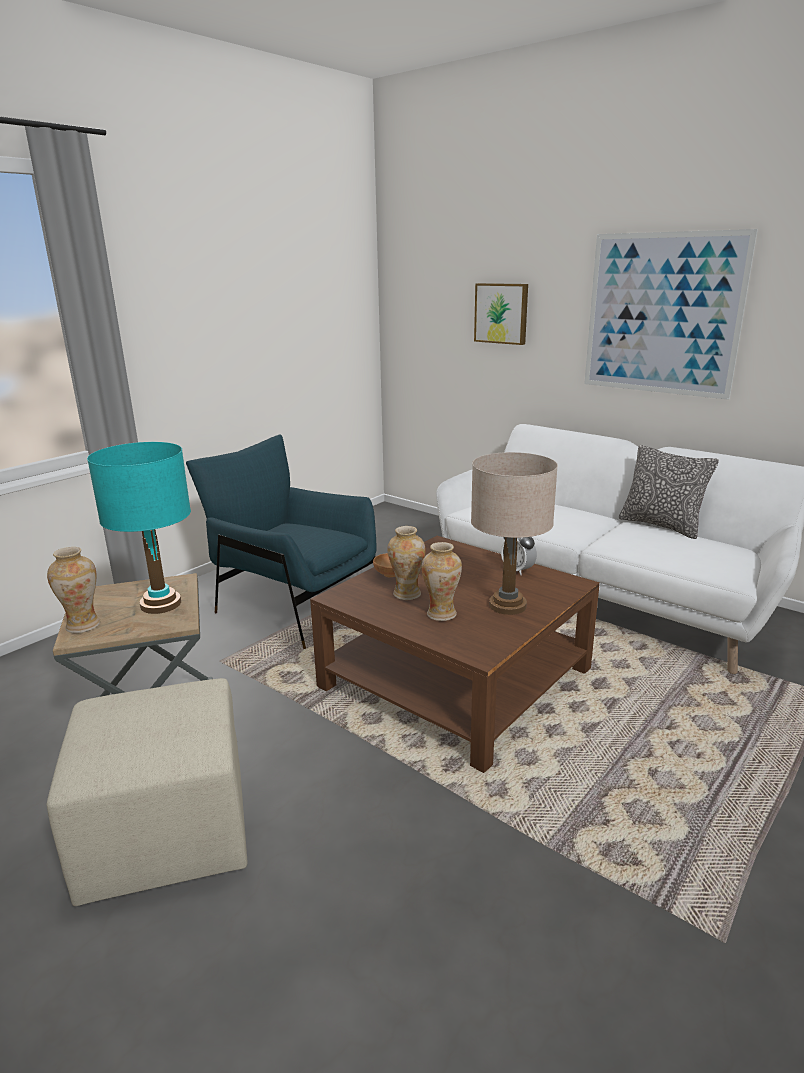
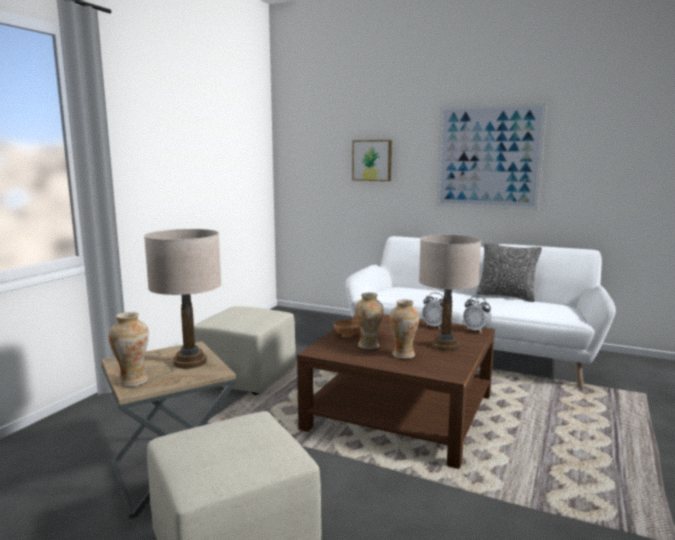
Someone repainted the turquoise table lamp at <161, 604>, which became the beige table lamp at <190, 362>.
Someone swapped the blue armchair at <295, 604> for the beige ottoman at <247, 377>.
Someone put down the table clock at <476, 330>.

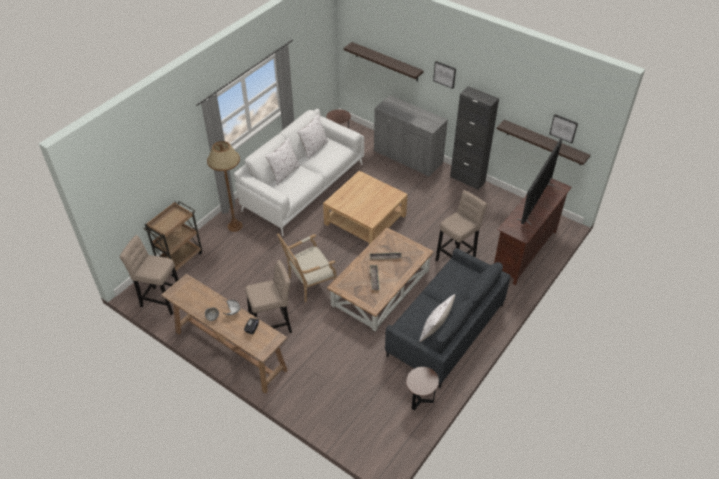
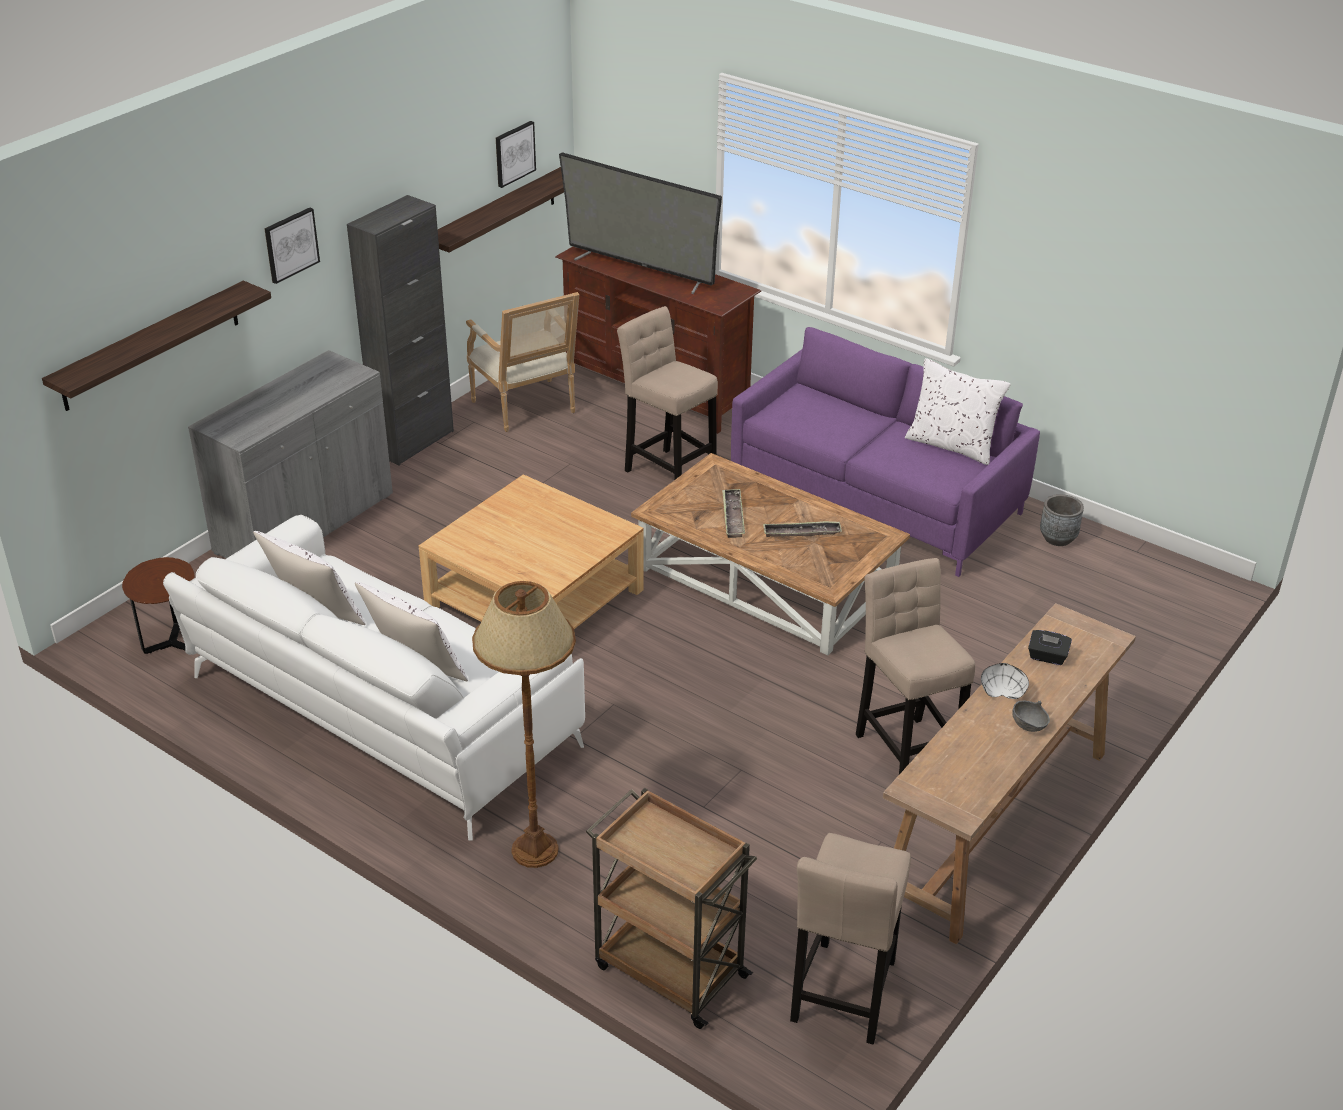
Someone carried the armchair from <309, 284> to <528, 409>.
Someone repainted the grey couch at <446, 330>, which became the purple-coloured couch at <876, 498>.
Someone swapped the brownish end table at <420, 400> for the grey flower pot at <1058, 538>.

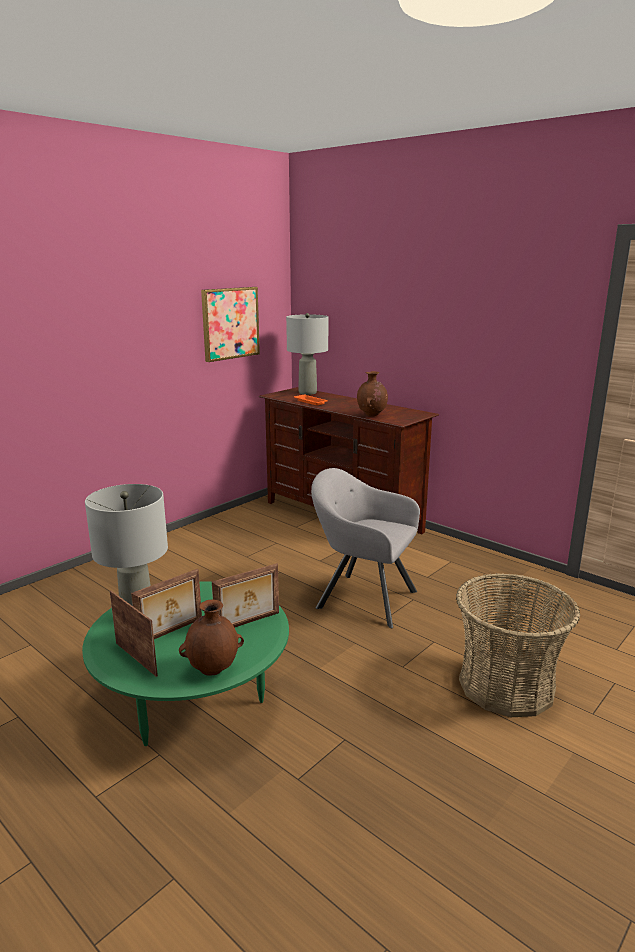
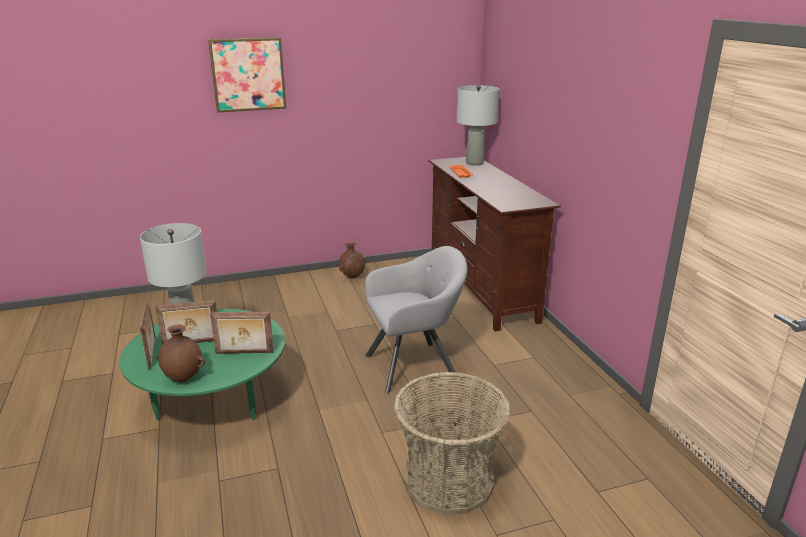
Someone carried the wall picture from <230, 323> to <248, 74>.
Someone carried the brownish decorative vase from <371, 415> to <352, 277>.
Someone rotated the grey armchair at <362, 598> by 105 degrees clockwise.

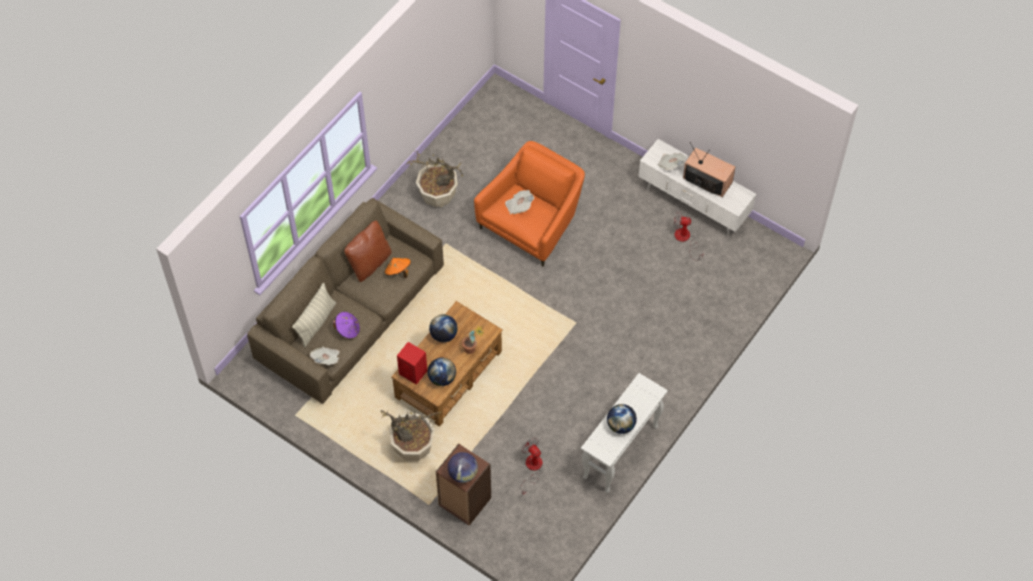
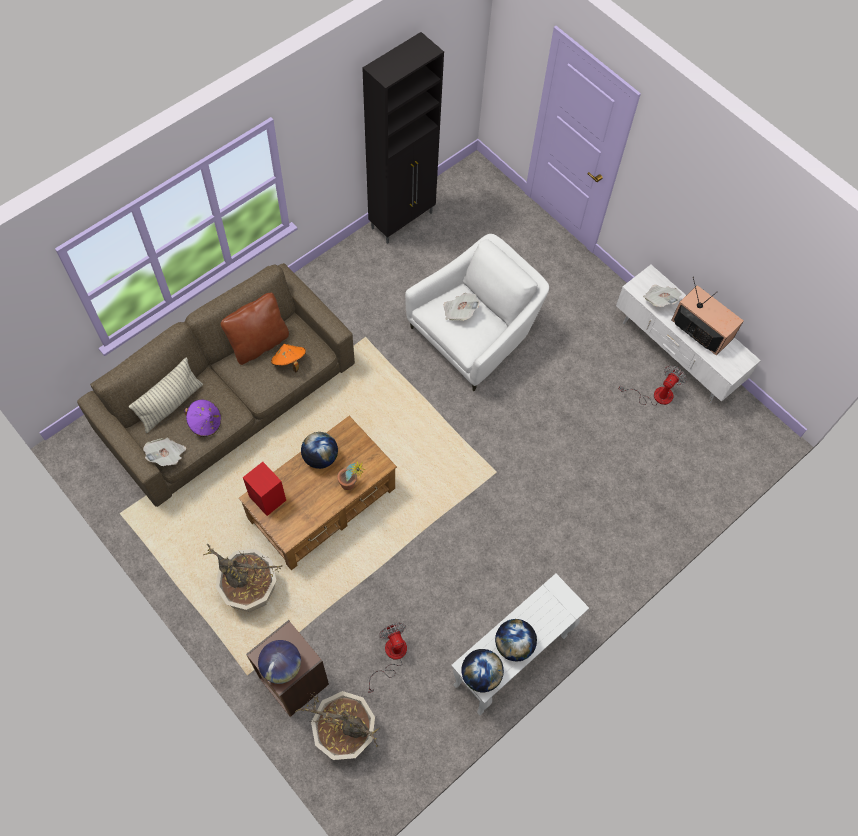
Someone carried the plant in a pot from <437, 196> to <344, 733>.
Someone put down the blackish cabinet at <403, 220>.
Someone repainted the orangey armchair at <532, 223>, which became the whitish armchair at <474, 334>.
Someone carried the globe from <442, 378> to <480, 675>.
Someone rotated the fan at <685, 239> by 105 degrees clockwise.

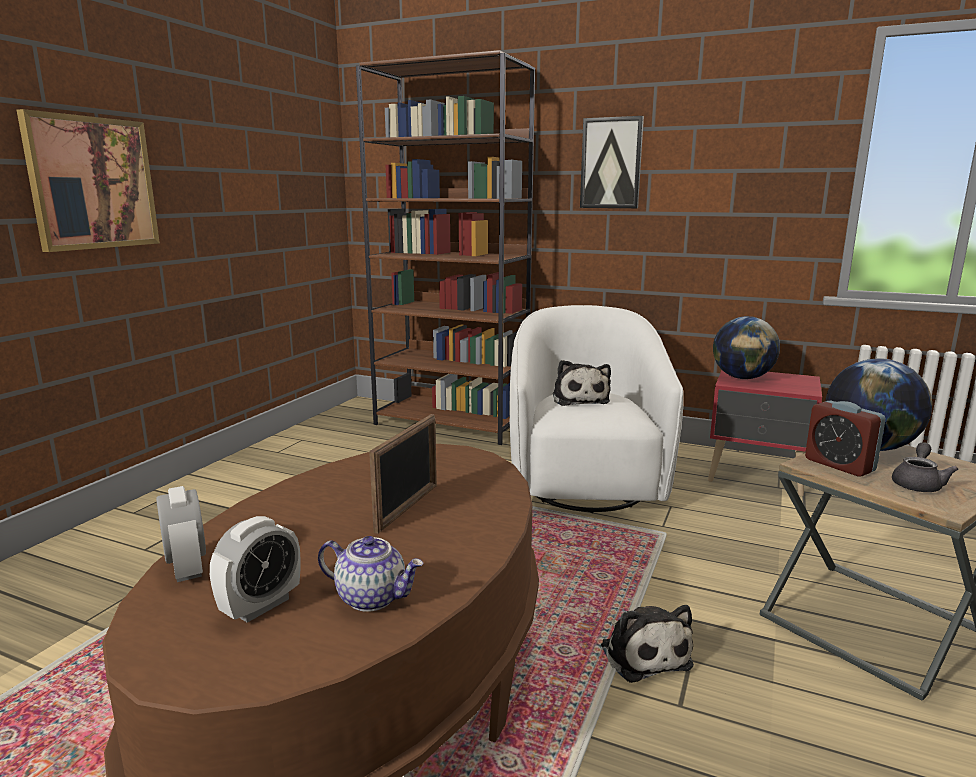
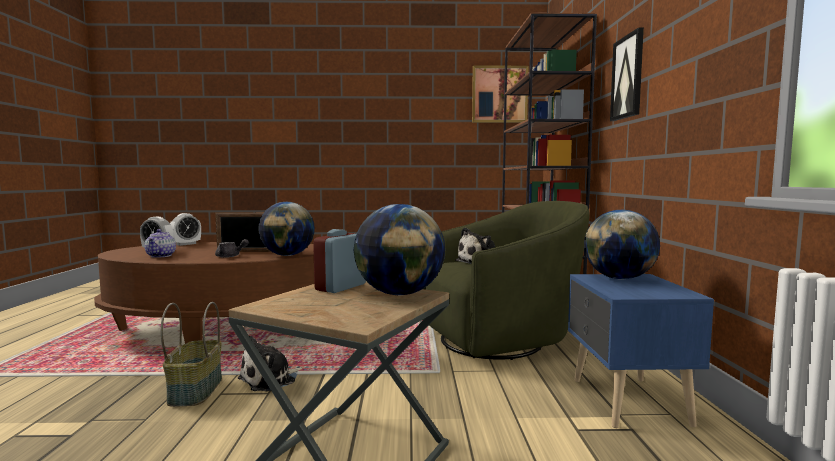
Someone put down the basket at <195, 390>.
Someone carried the grey teapot from <918, 484> to <230, 256>.
Someone put down the globe at <288, 255>.
Someone repainted the whitish armchair at <585, 479>, which became the green-coloured armchair at <501, 340>.
Someone carried the wall picture from <92, 183> to <499, 94>.
Someone repainted the red-coloured bedside table at <757, 478>, which became the blue bedside table at <627, 402>.

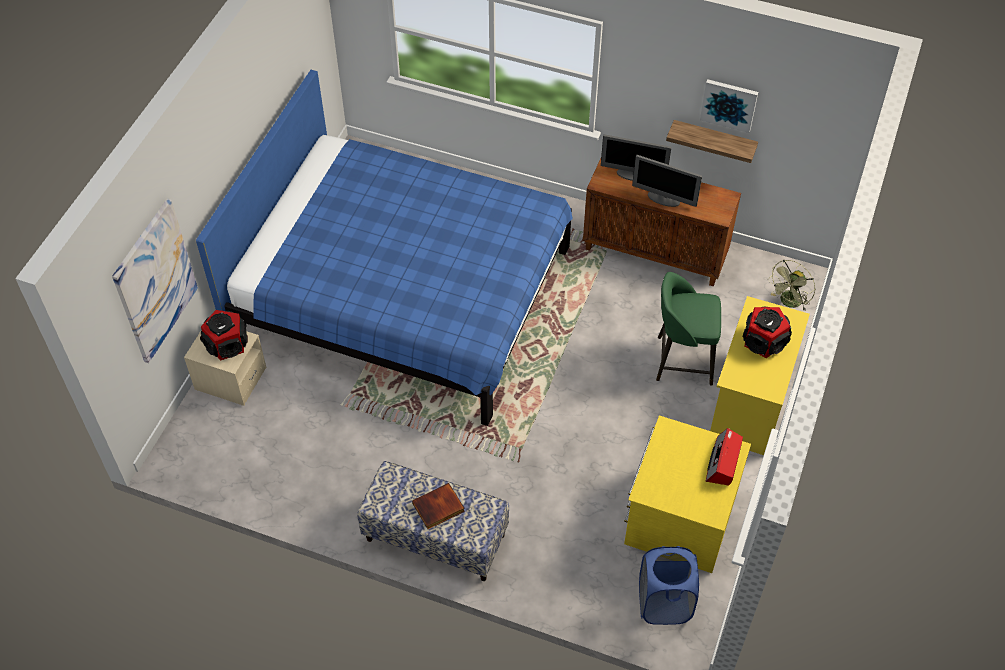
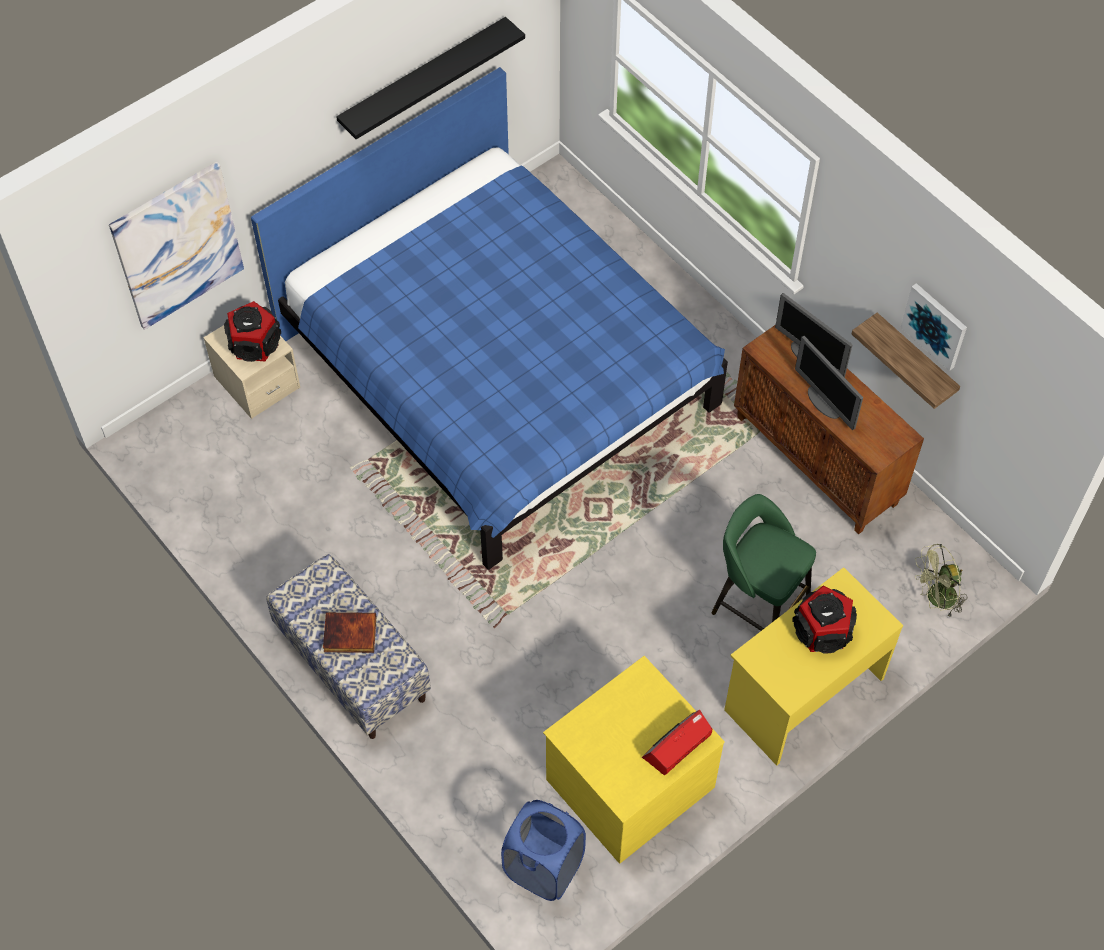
Someone put up the blackish wall shelf at <423, 78>.

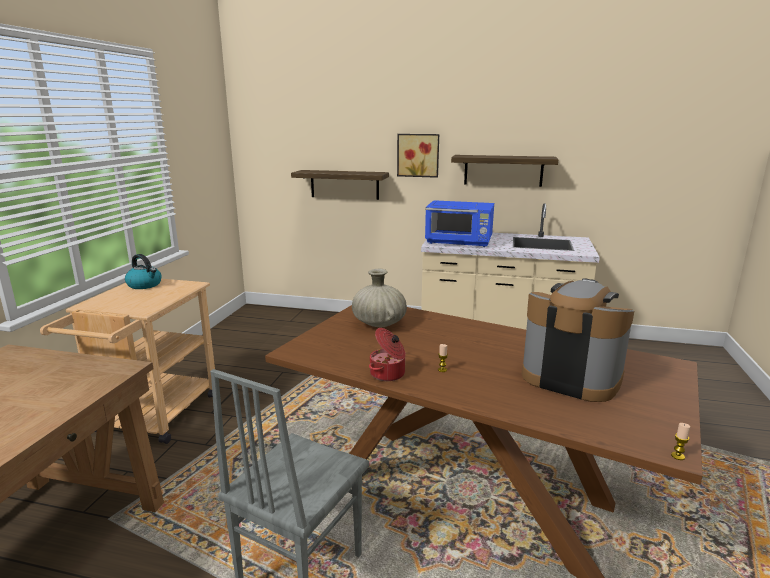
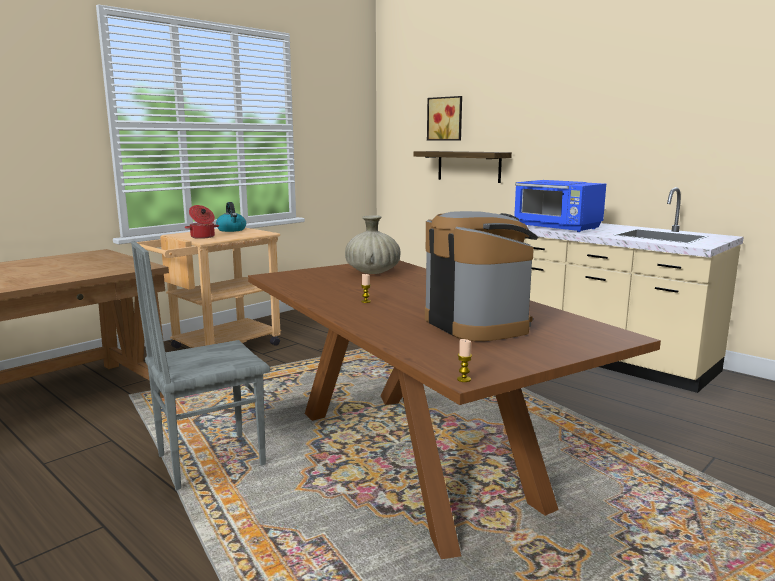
Someone carried the stockpot from <388, 374> to <202, 237>.
Someone carried the wall picture from <418, 155> to <446, 119>.
Someone took away the wall shelf at <503, 170>.

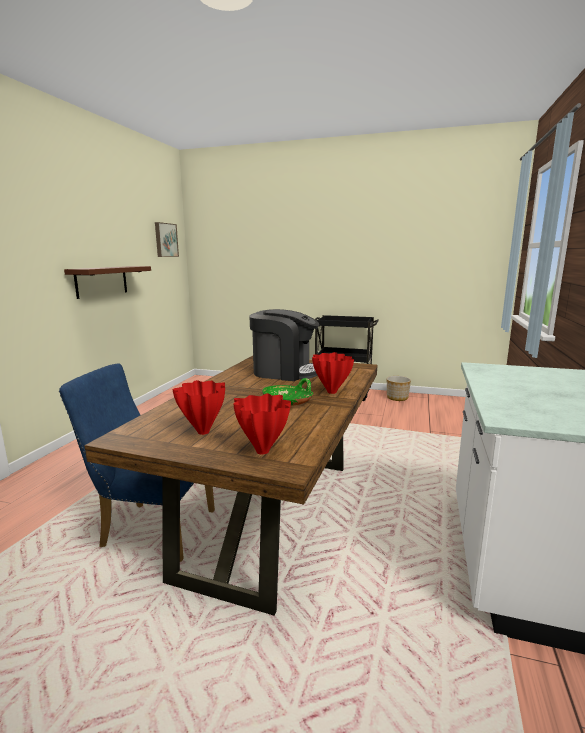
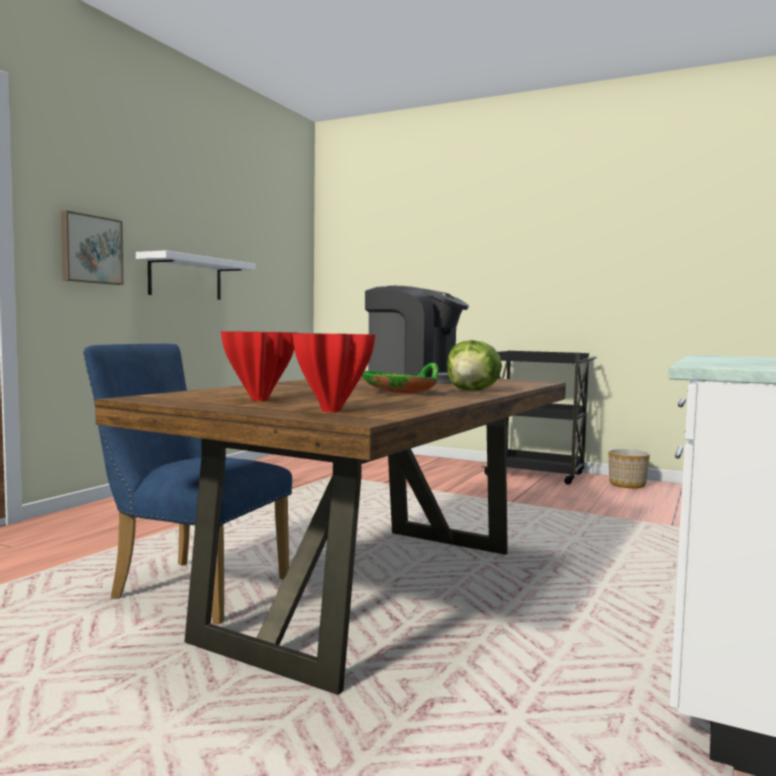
Someone carried the wall picture from <165, 240> to <90, 249>.
Someone repainted the brownish wall shelf at <101, 281>, which became the whitish wall shelf at <186, 278>.
Someone swapped the red-coloured decorative vase at <331, 392> for the lettuce at <472, 390>.

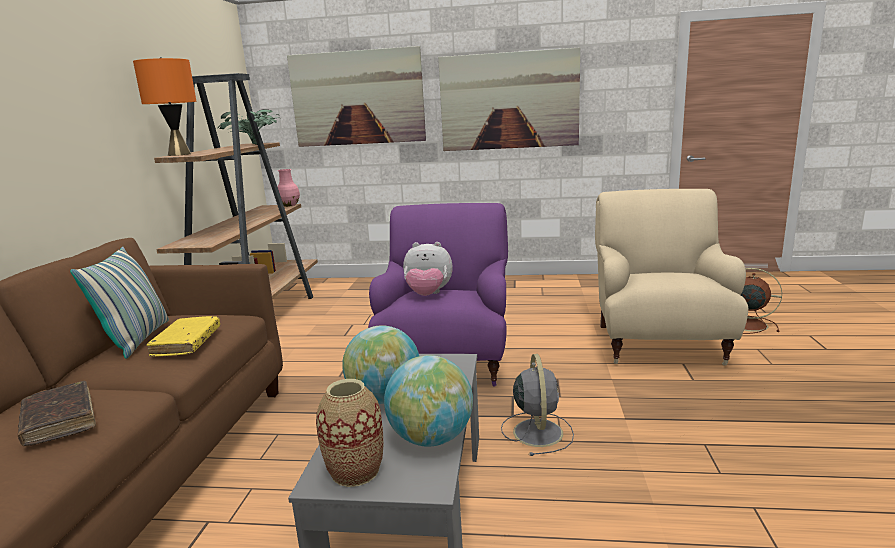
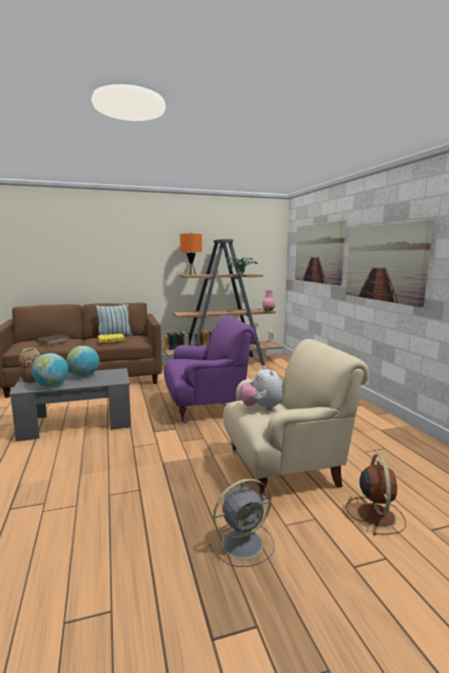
Someone carried the grey fan from <537, 431> to <244, 543>.
Someone carried the soft toy from <428, 295> to <261, 408>.

